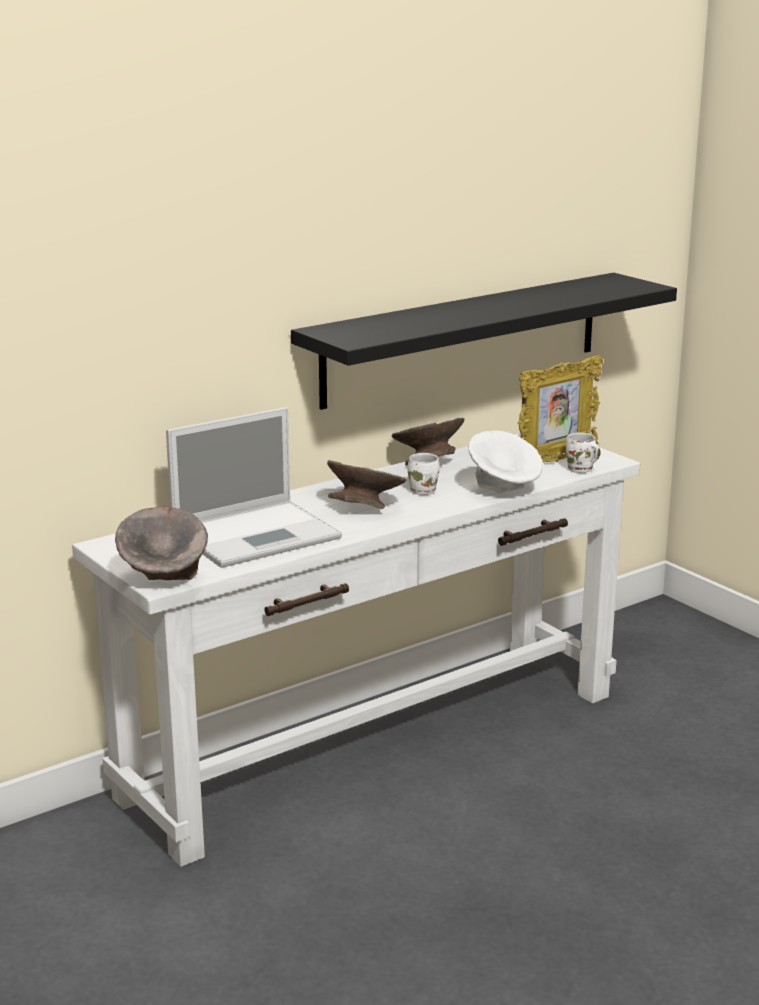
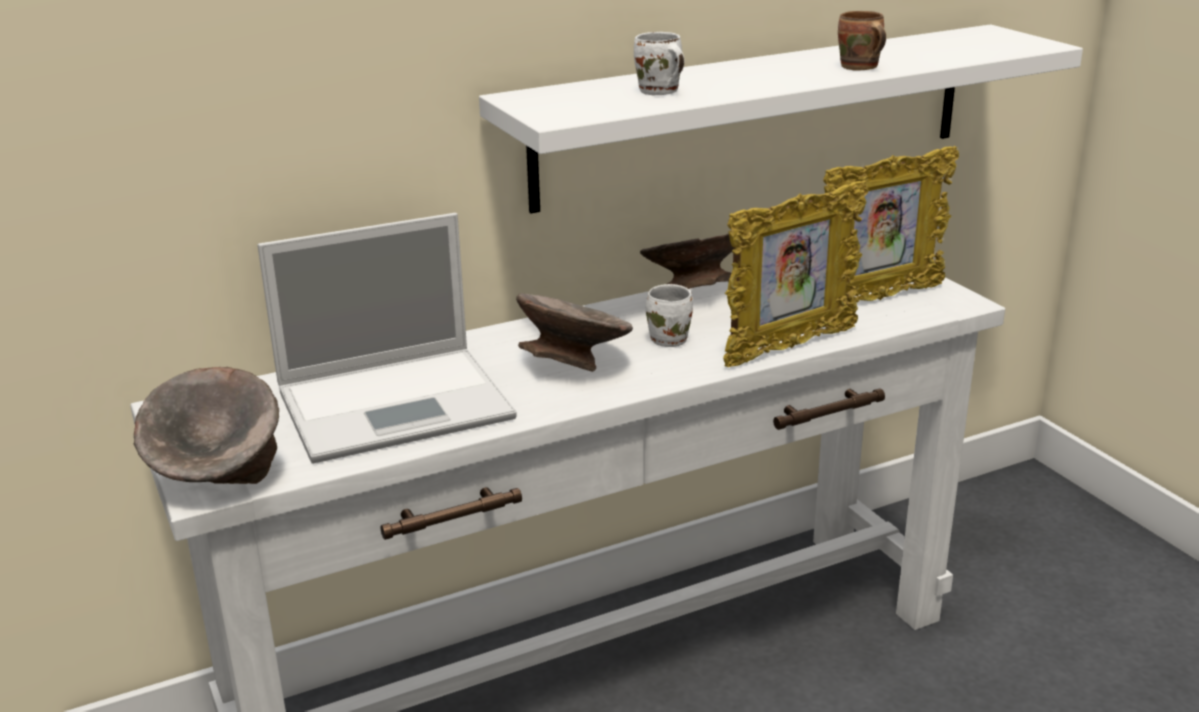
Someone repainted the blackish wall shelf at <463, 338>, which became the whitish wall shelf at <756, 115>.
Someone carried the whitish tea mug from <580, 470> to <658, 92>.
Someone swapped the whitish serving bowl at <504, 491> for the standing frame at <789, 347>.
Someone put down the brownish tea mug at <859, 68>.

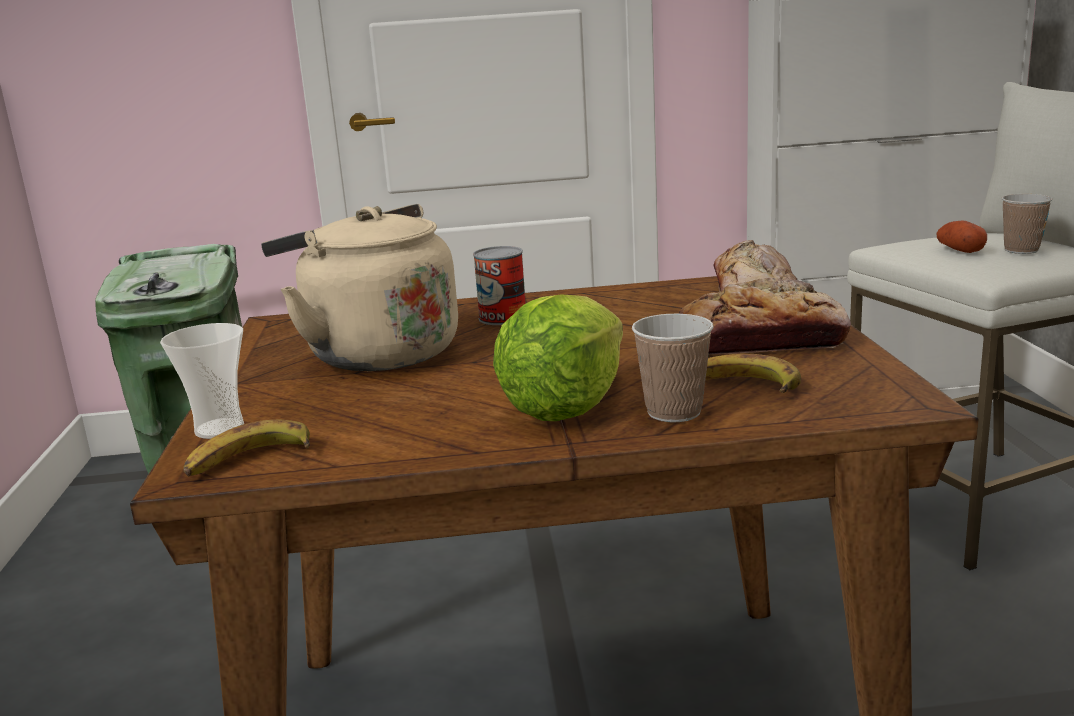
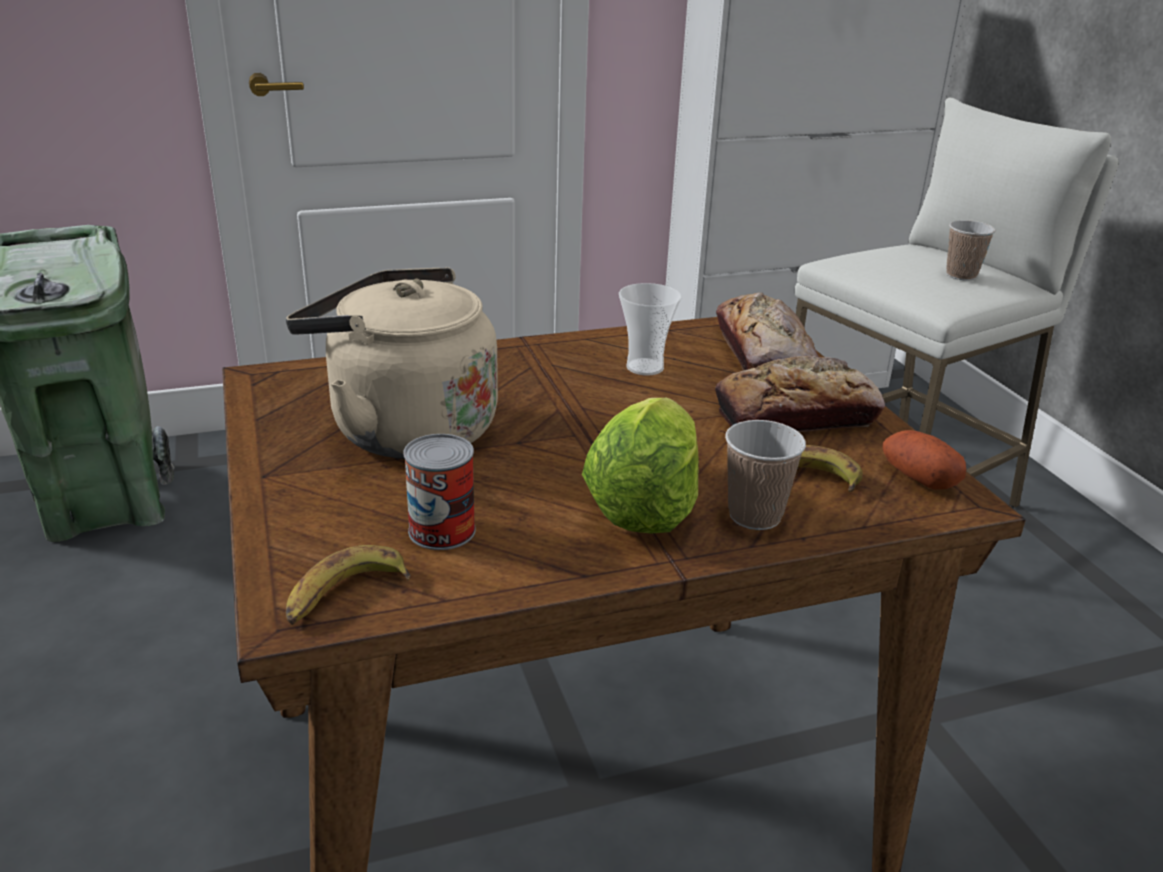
Someone carried the sealed can from <502, 317> to <442, 530>.
Someone carried the small cup from <219, 429> to <645, 367>.
Someone carried the spud from <959, 250> to <918, 478>.

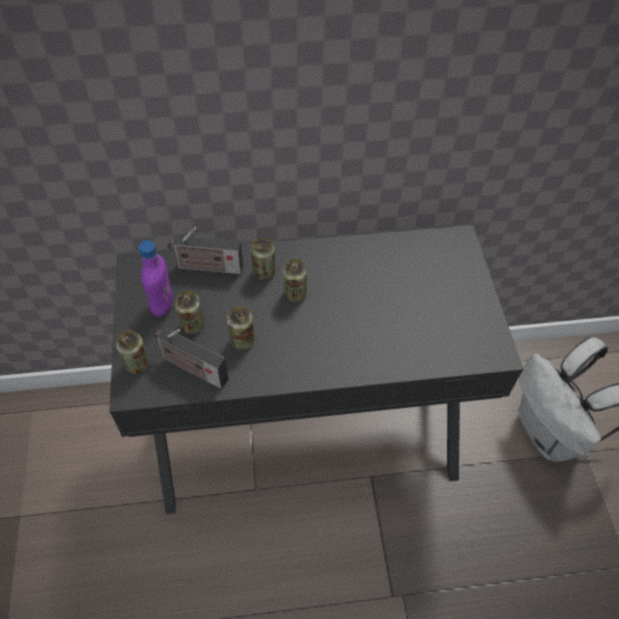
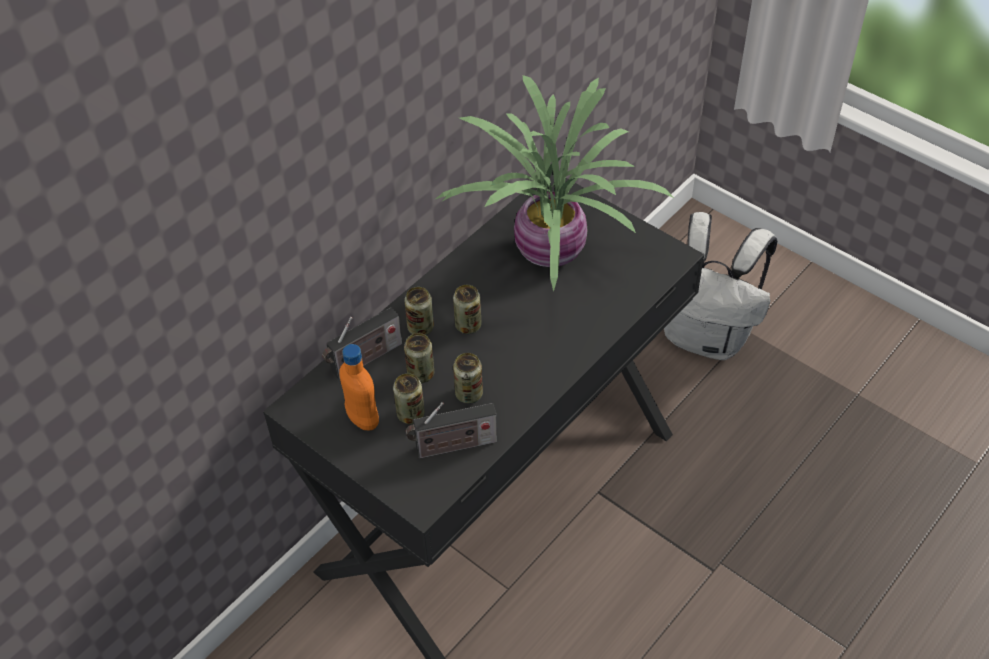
Someone repainted the purple-coloured drink bottle at <162, 305>, which became the orangey drink bottle at <363, 419>.
Someone carried the sealed can from <137, 364> to <421, 374>.
Someone put down the plant in a pot at <548, 254>.

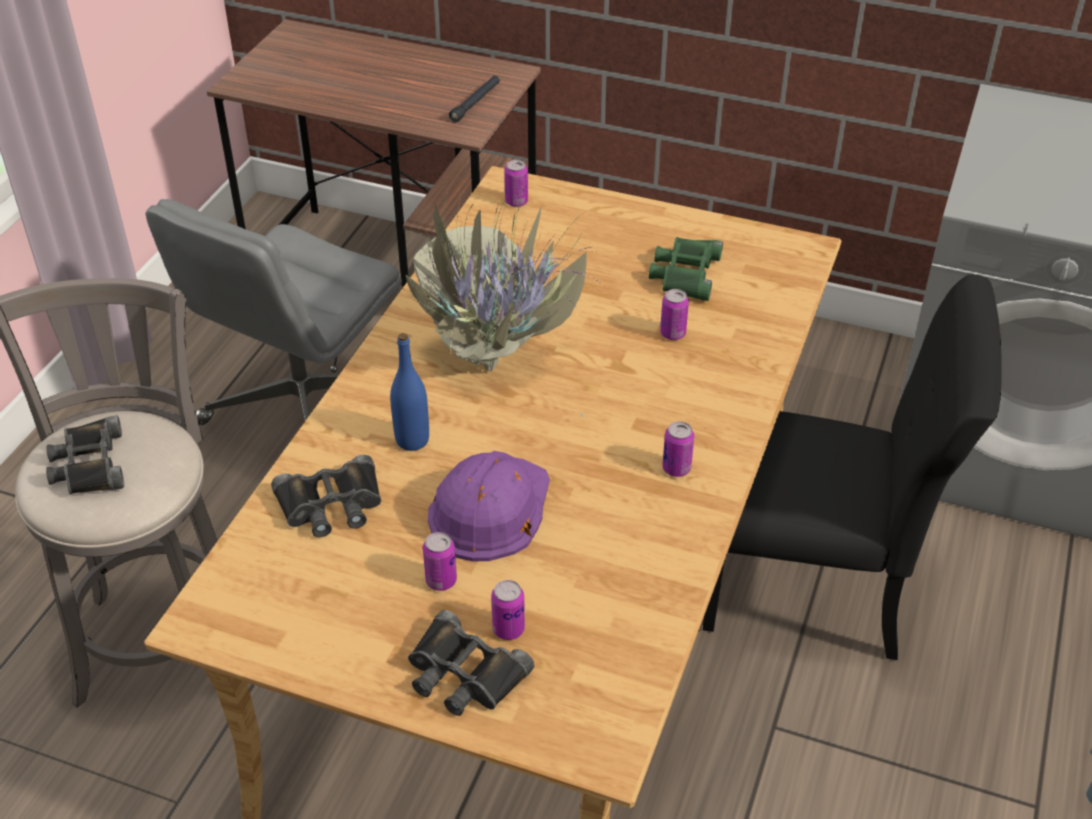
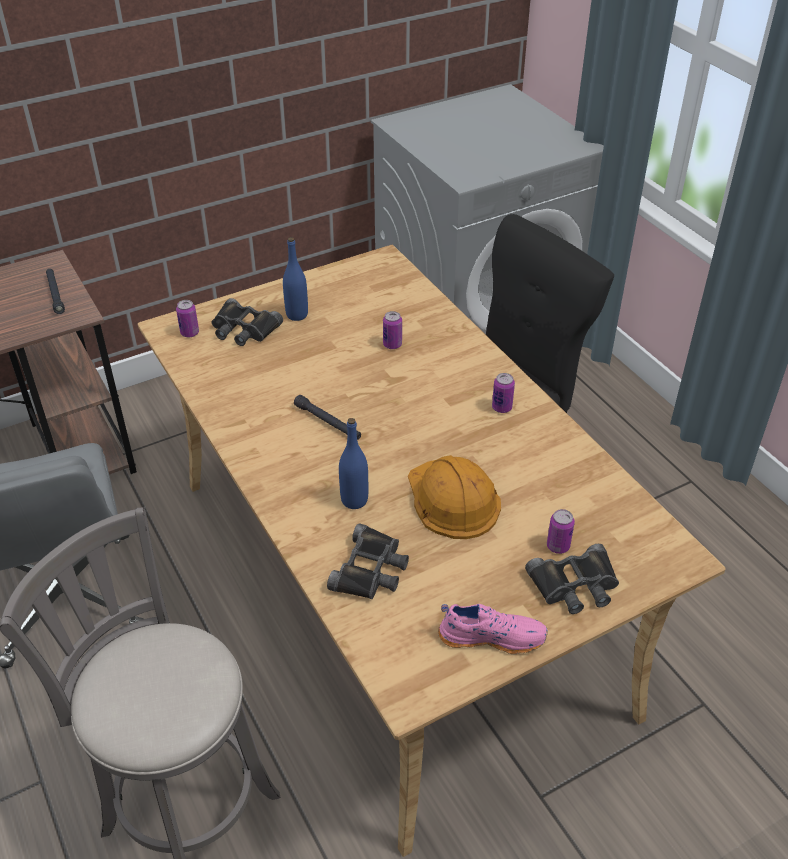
Someone carried the blackish field glasses from <88, 465> to <244, 329>.
Someone put down the blue drink bottle at <297, 315>.
Someone swapped the plant in a pot at <500, 359> for the blackish flashlight at <328, 422>.
Someone repainted the purple-coloured hard hat at <490, 508>, which became the orangey hard hat at <452, 499>.
Someone put down the pink-coloured shoe at <491, 636>.
Someone took away the sealed can at <441, 581>.
Someone took away the green-coloured field glasses at <685, 274>.

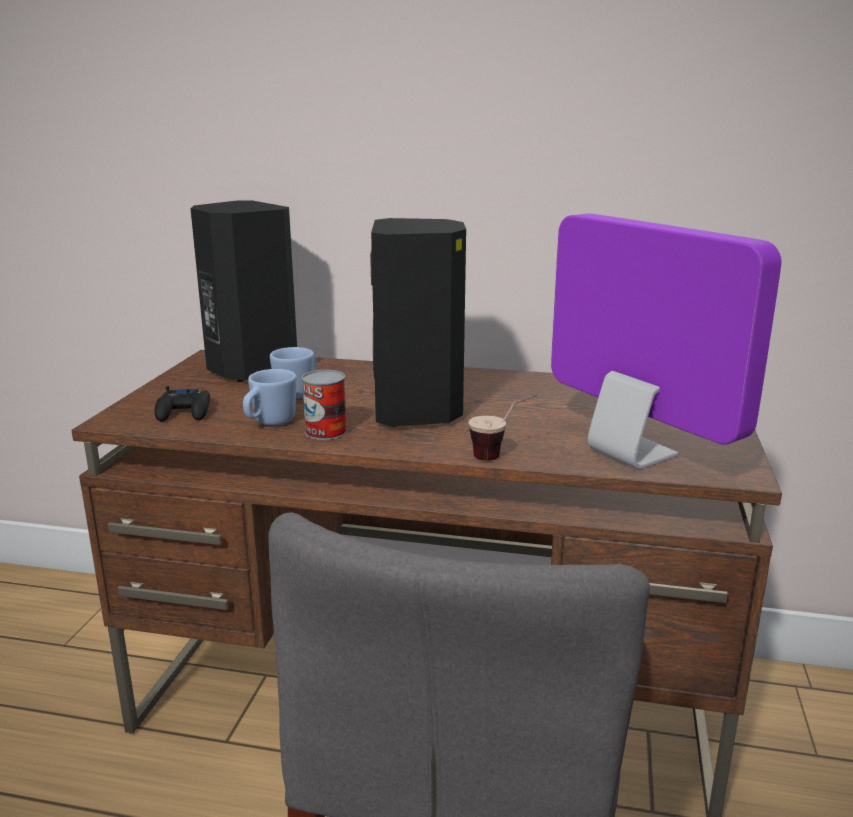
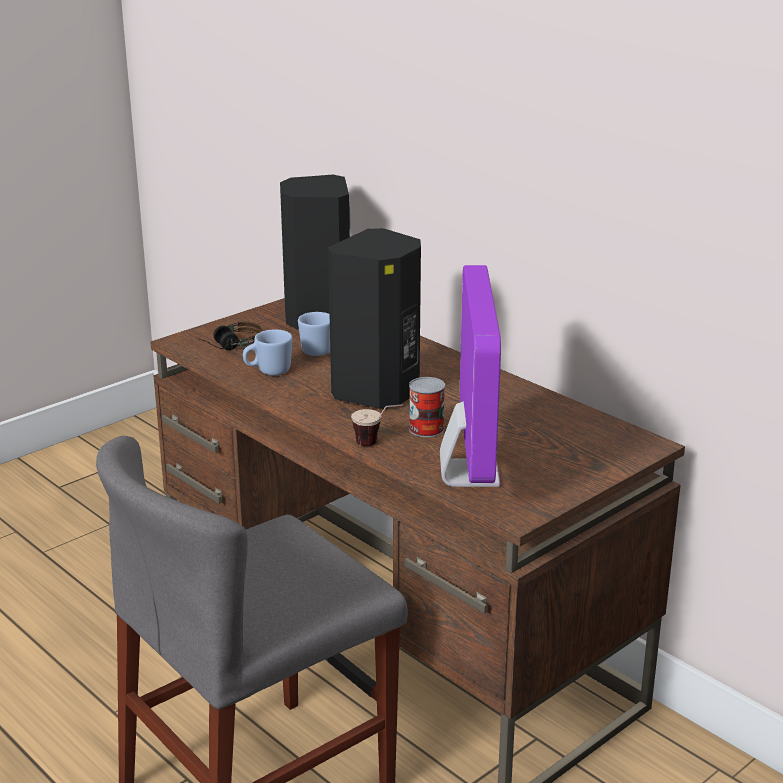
Someone swapped the blackish gamepad at <185, 412> for the headset at <229, 347>.
Someone carried the sealed can from <326, 431> to <426, 429>.

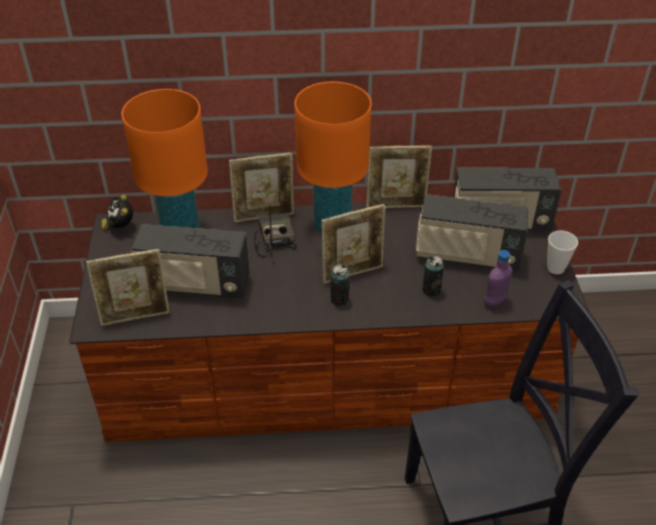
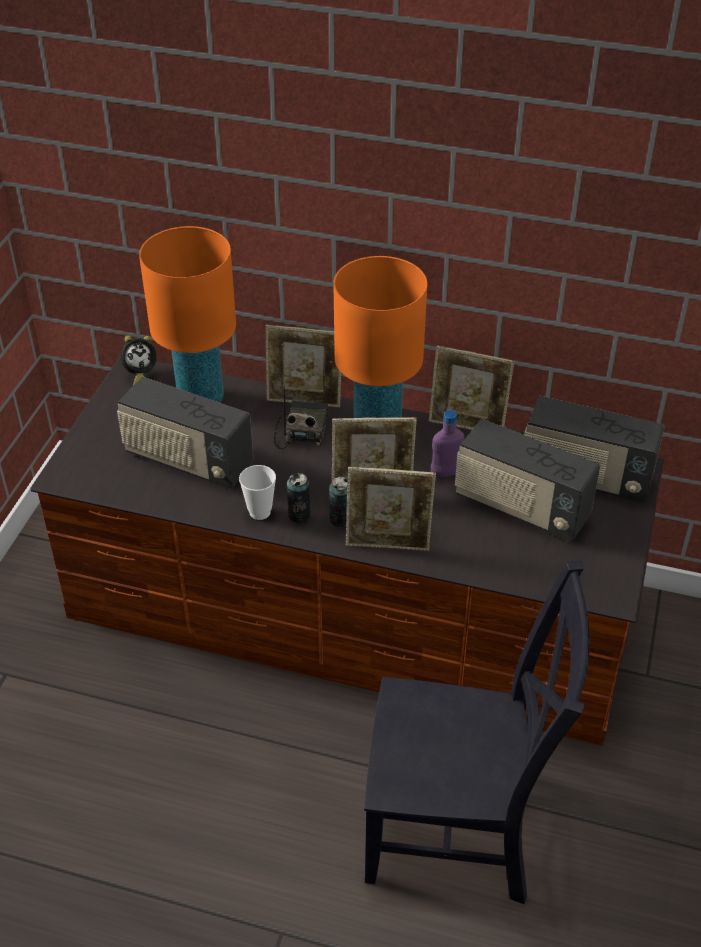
Someone rotated the table clock at <120, 227> by 120 degrees counterclockwise.
Someone carried the small cup from <555, 268> to <260, 512>.
Someone carried the sealed can from <431, 290> to <299, 515>.
Someone carried the standing frame from <136, 316> to <388, 544>.
Someone carried the purple-coloured drink bottle from <495, 302> to <446, 473>.

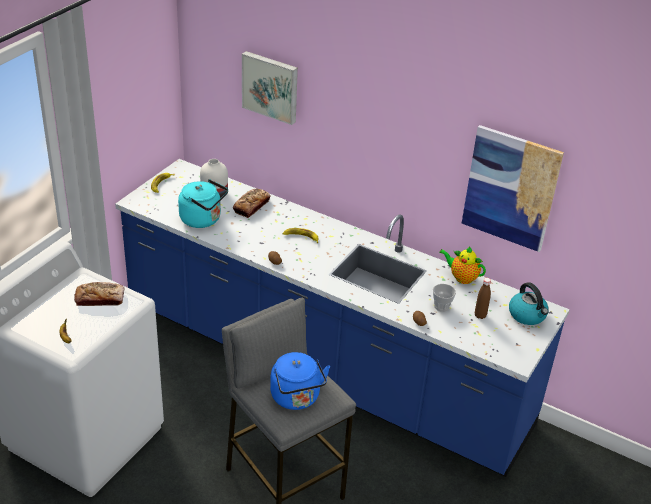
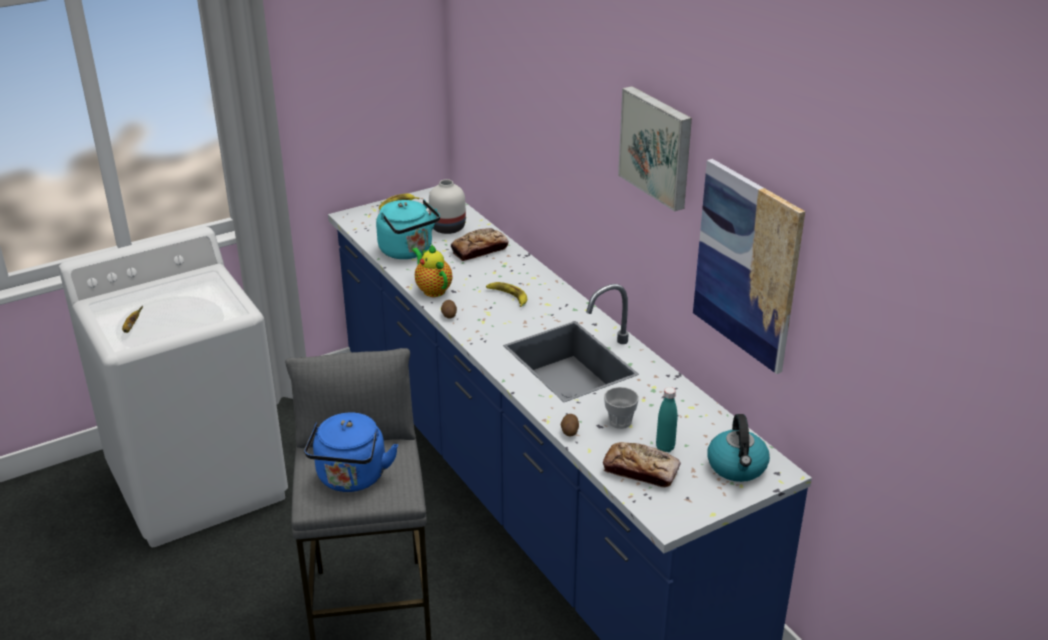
Someone carried the teapot from <461, 277> to <432, 289>.
Someone carried the baked bread from <100, 299> to <641, 470>.
Someone carried the wall picture from <271, 86> to <657, 146>.
Someone repainted the brownish drink bottle at <480, 315>, which became the turquoise drink bottle at <665, 447>.

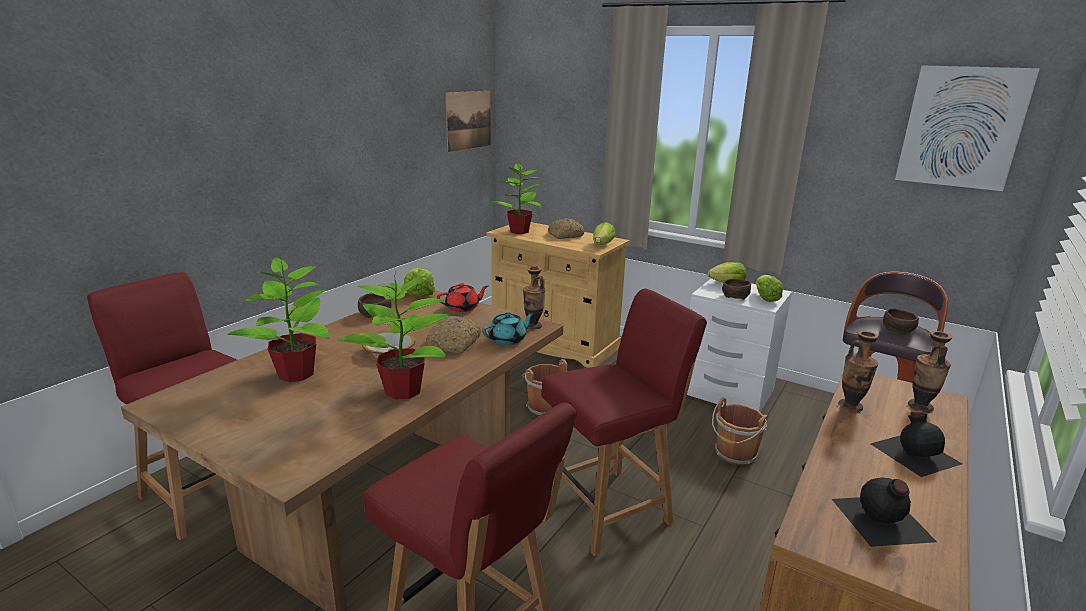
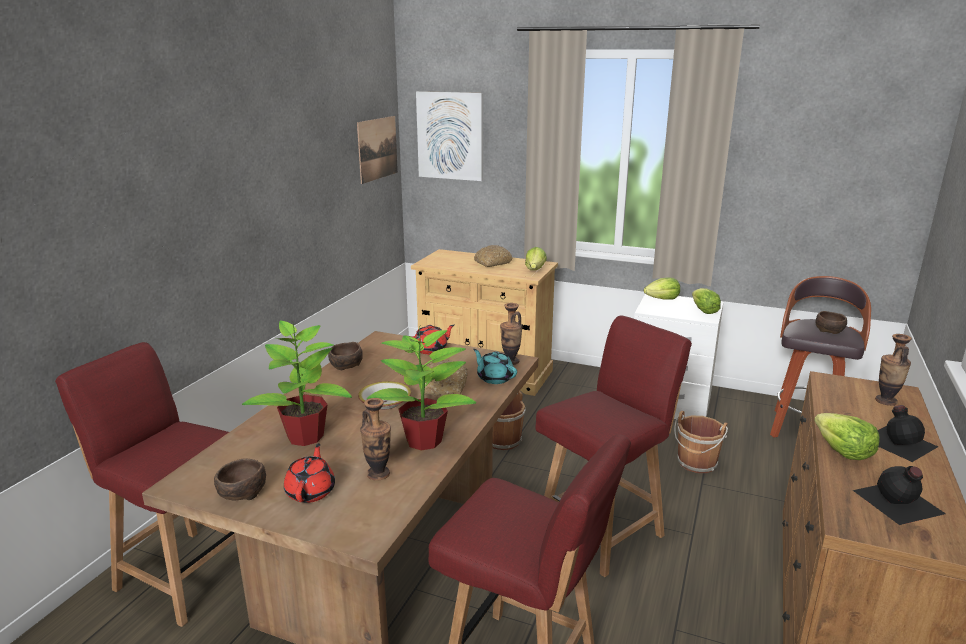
Someone carried the brownish serving bowl from <734, 296> to <241, 492>.
Someone put down the red-coloured teapot at <311, 491>.
Someone carried the decorative vase from <850, 406> to <378, 474>.
Someone carried the wall picture from <962, 127> to <450, 136>.
Someone rotated the turquoise teapot at <508, 340> by 90 degrees counterclockwise.
Someone carried the lettuce from <419, 293> to <843, 451>.
Someone took away the plant in a pot at <519, 231>.

